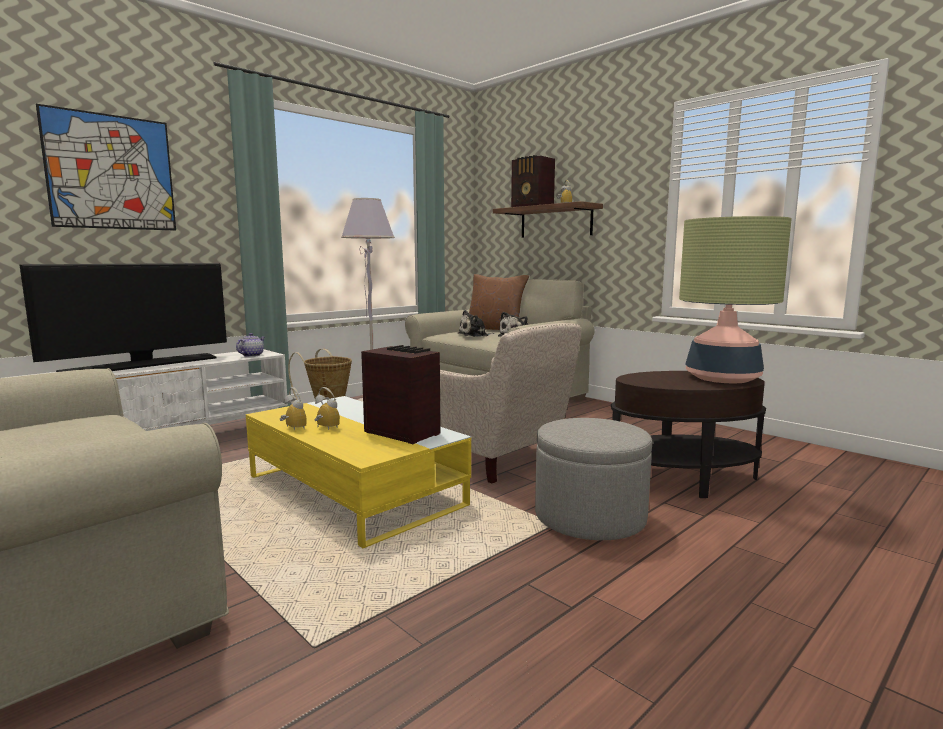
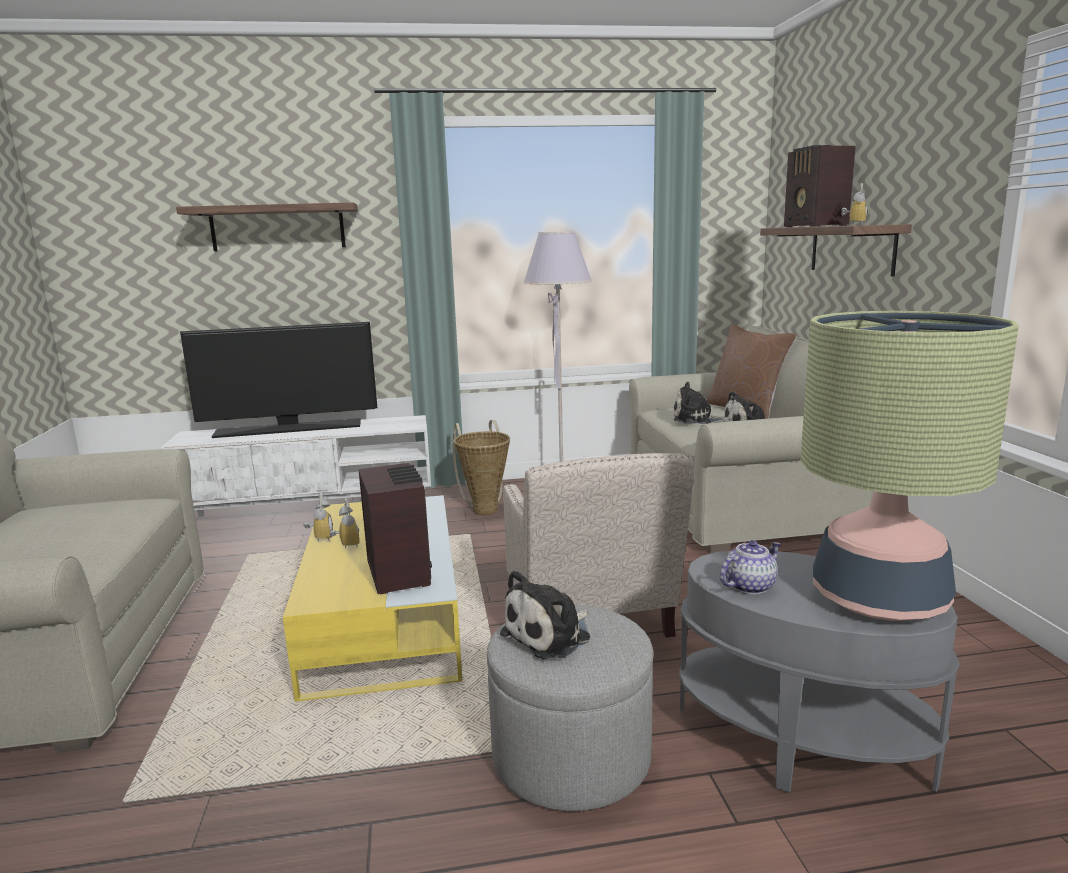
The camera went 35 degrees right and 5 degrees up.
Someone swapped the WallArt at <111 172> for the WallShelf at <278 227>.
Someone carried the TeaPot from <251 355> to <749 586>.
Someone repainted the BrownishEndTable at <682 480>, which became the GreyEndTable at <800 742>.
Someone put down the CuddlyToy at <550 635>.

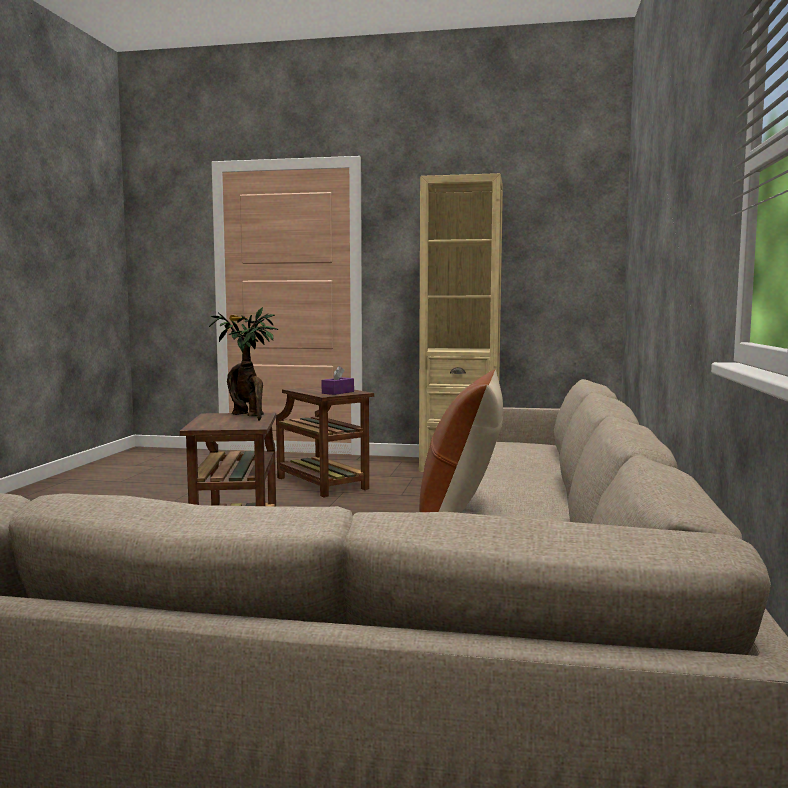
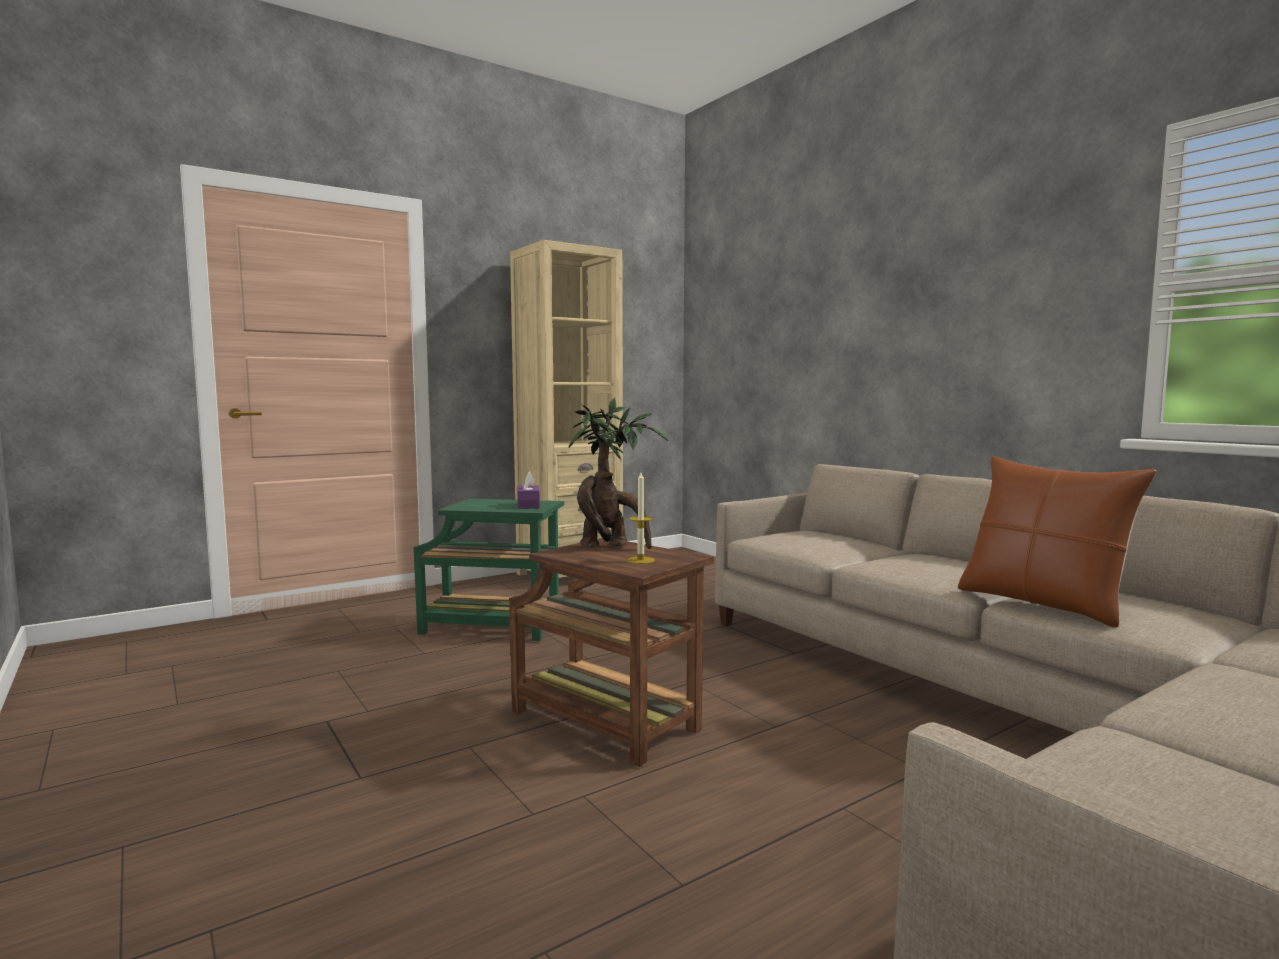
The camera went 45 degrees left and 0 degrees up.
Someone repainted the BrownishEndTable at <323 485>, which became the GreenColouredEndTable at <494 627>.
Someone put down the Candle at <640 560>.

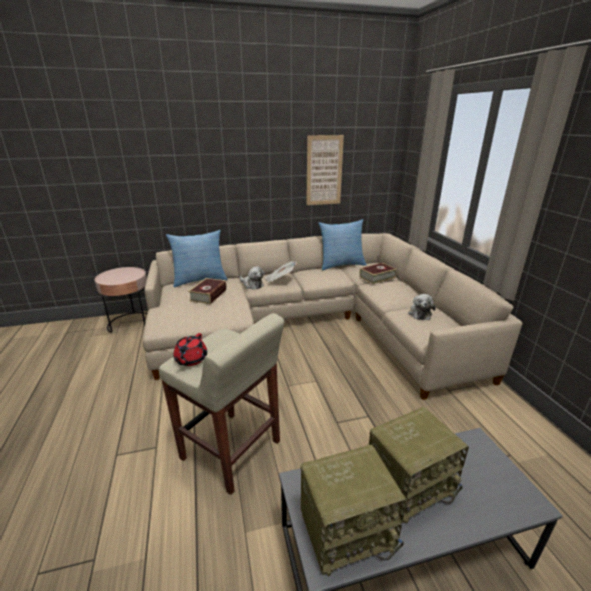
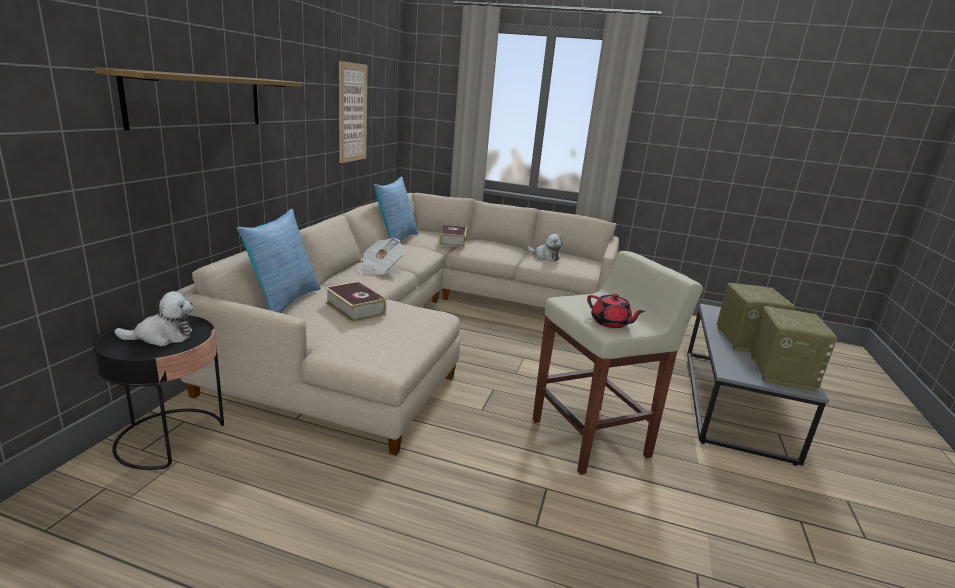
The camera went 60 degrees left and 5 degrees down.
Someone repainted the PinkishEndTable at <131 323>, which became the BlackColouredEndTable at <171 437>.
Someone carried the CuddlyToy from <252 285> to <162 337>.
Someone put up the WallShelf at <198 100>.

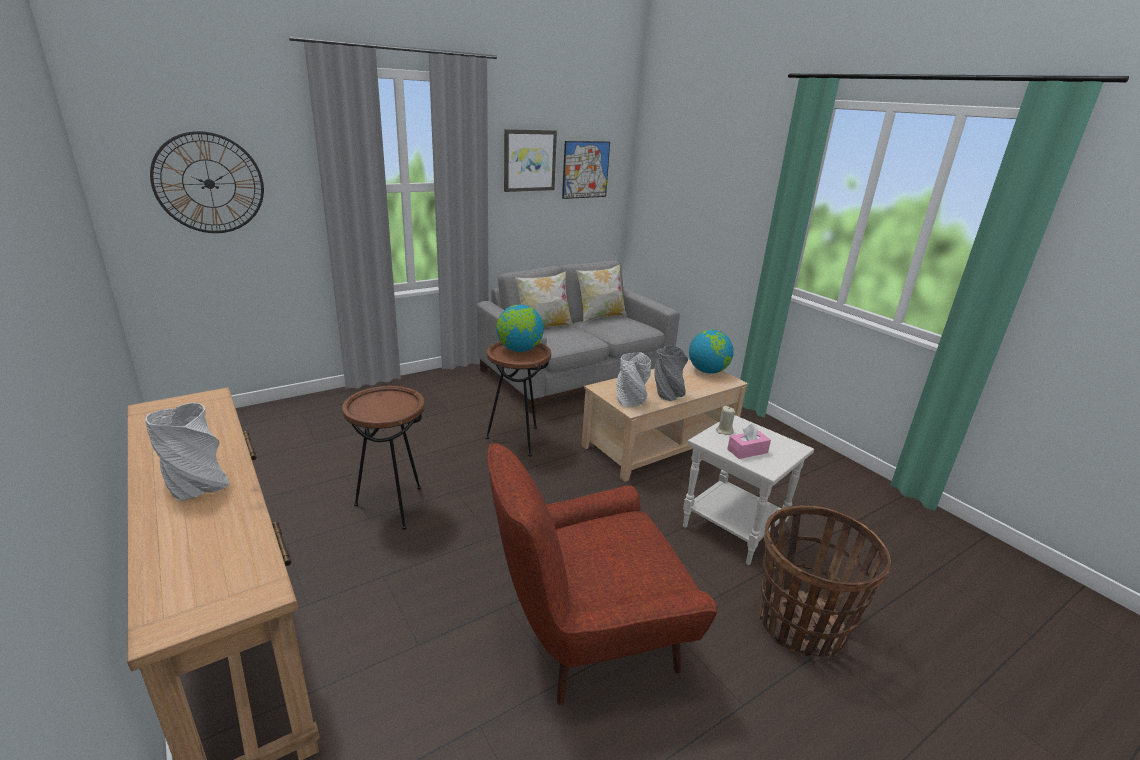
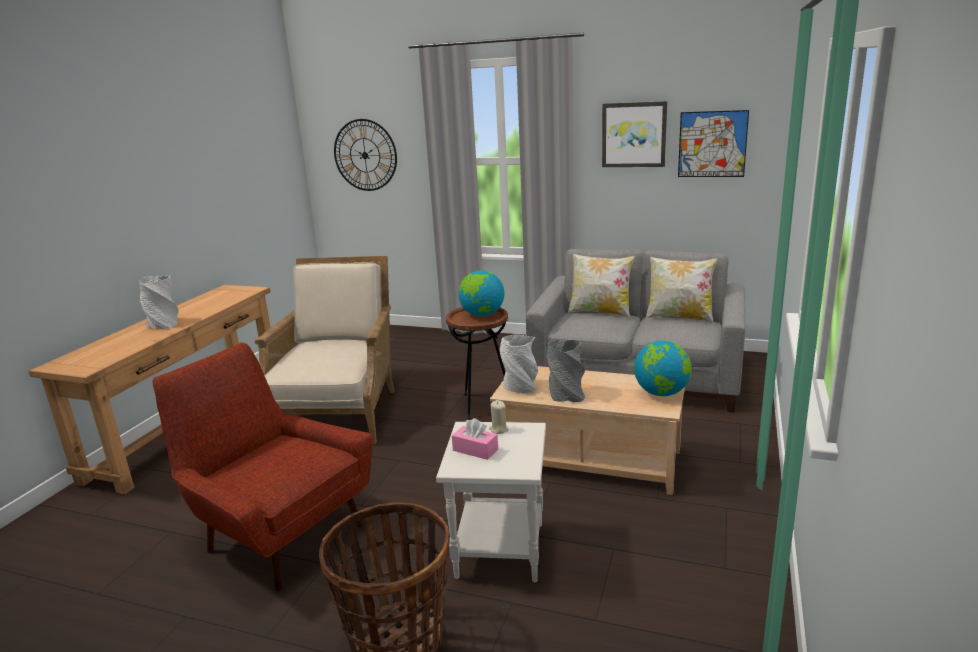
The camera went 55 degrees right and 5 degrees down.
Someone swapped the BrownishEndTable at <393 506> for the BeigeColouredLoungeChair at <339 409>.

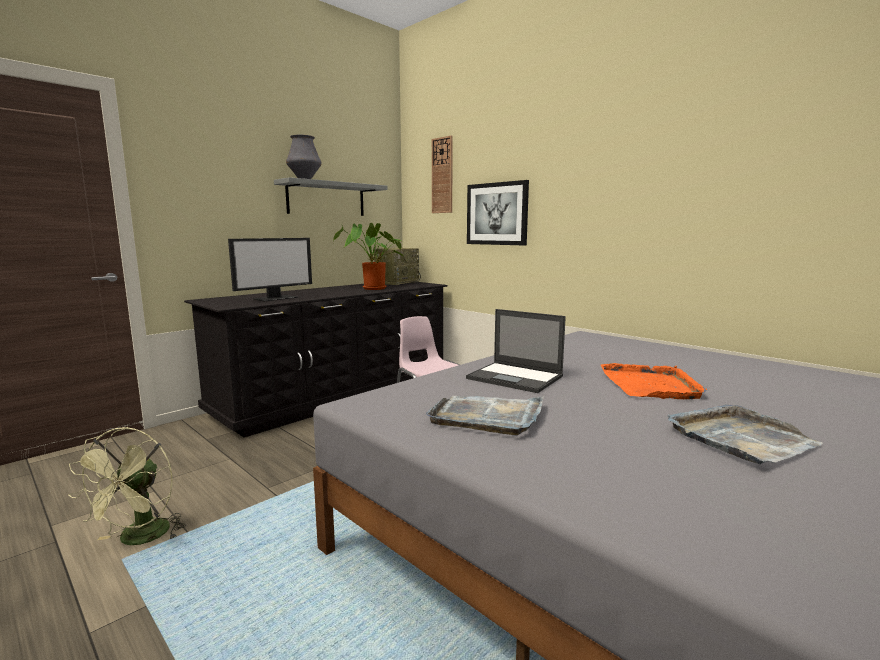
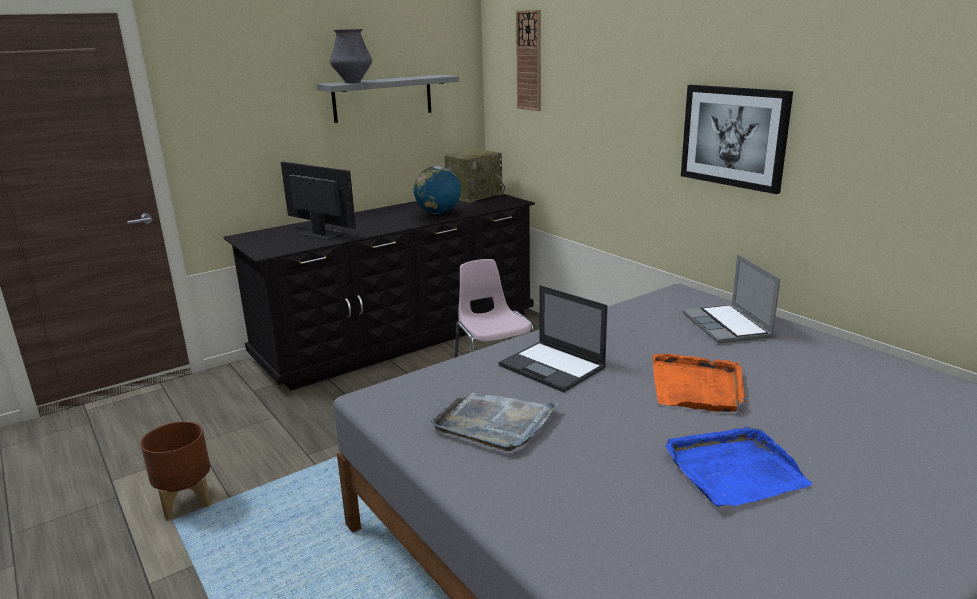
The camera went 10 degrees right and 10 degrees up.
Someone swapped the GreenColouredFan at <139 539> for the BrownishPlanter at <187 501>.
Someone rotated the Monitor at <275 298> by 105 degrees counterclockwise.
Someone swapped the PottedPlant at <372 289> for the Globe at <438 213>.
Someone carried the WallArt from <497 214> to <734 136>.
Someone repainted the GreyServingTray at <740 438>, which became the BlueServingTray at <733 470>.
Someone put down the PortableComputer at <728 326>.

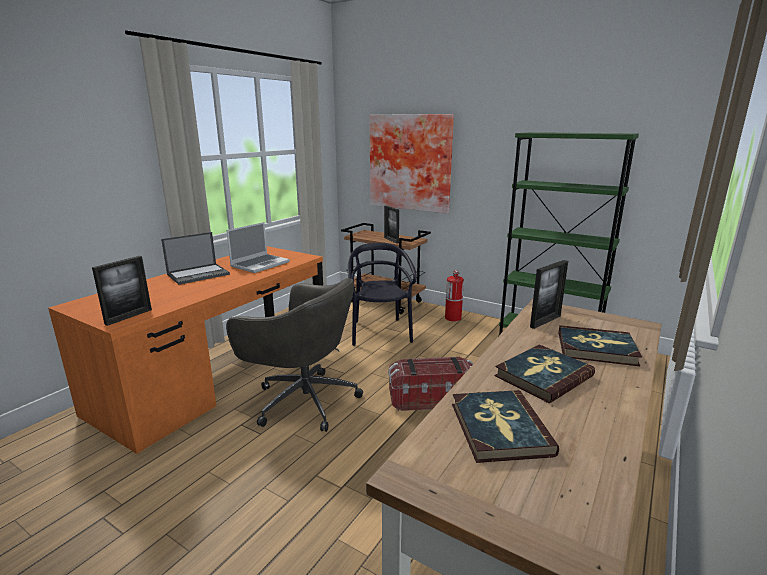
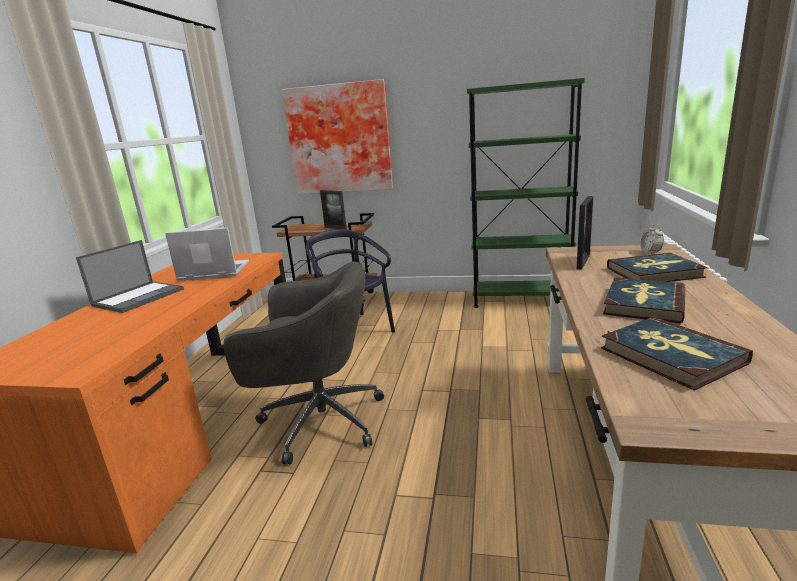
The camera went 20 degrees left and 0 degrees up.
Someone took away the PhotoFrame at <129 317>.
Someone rotated the PortableComputer at <260 264> by 105 degrees counterclockwise.
Someone took away the StorageBox at <432 398>.
Someone took away the FireExtinguisher at <453 318>.
Someone put down the TableClock at <650 252>.

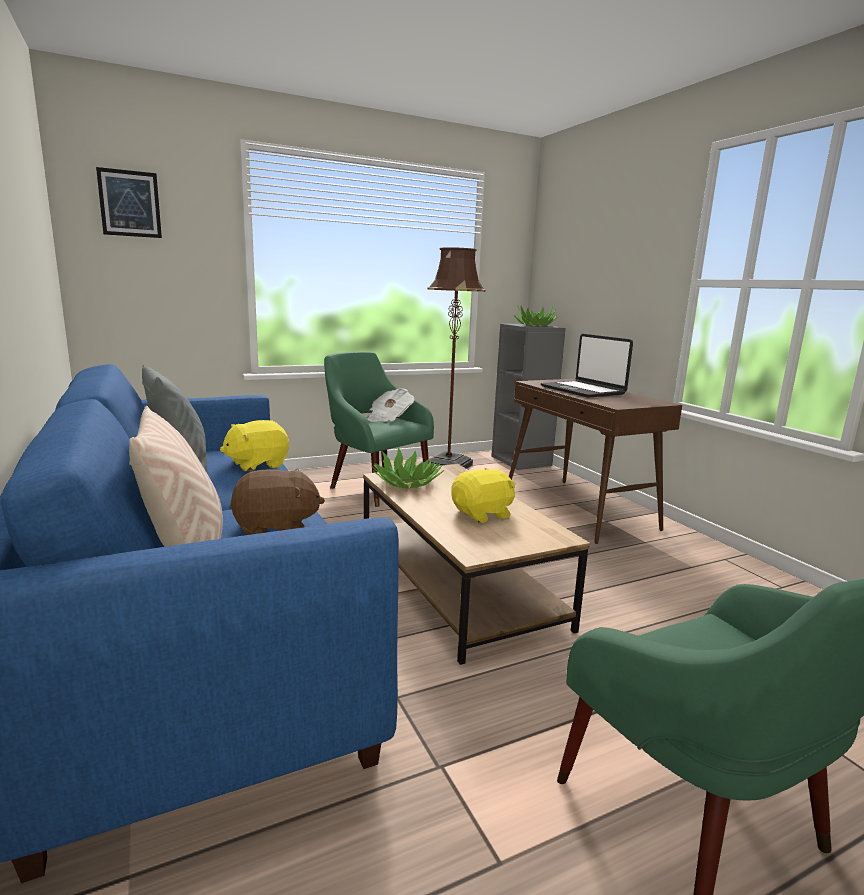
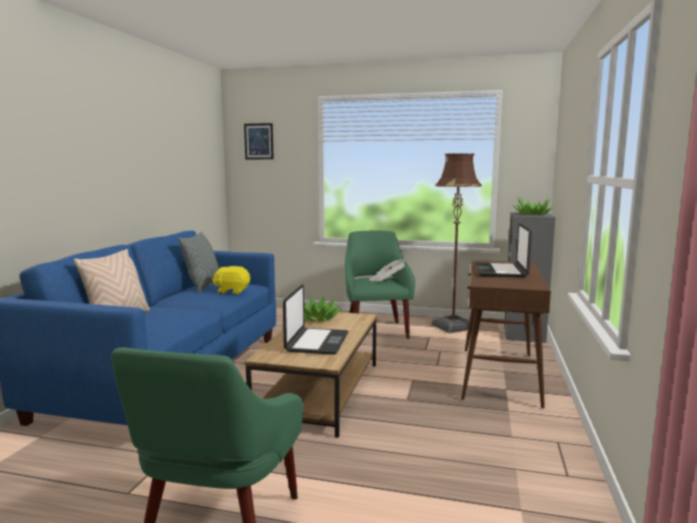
The camera went 40 degrees right and 5 degrees down.
Someone took away the BrownishCuddlyToy at <276 529>.
Someone swapped the YellowColouredCuddlyToy at <483 514> for the PortableComputer at <316 342>.

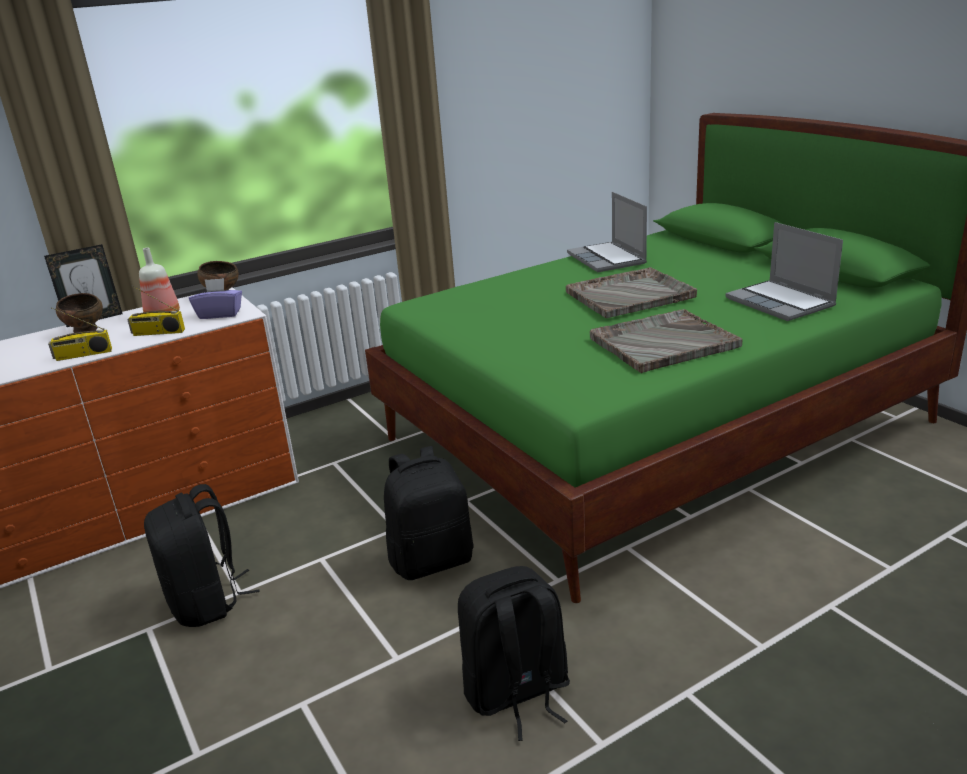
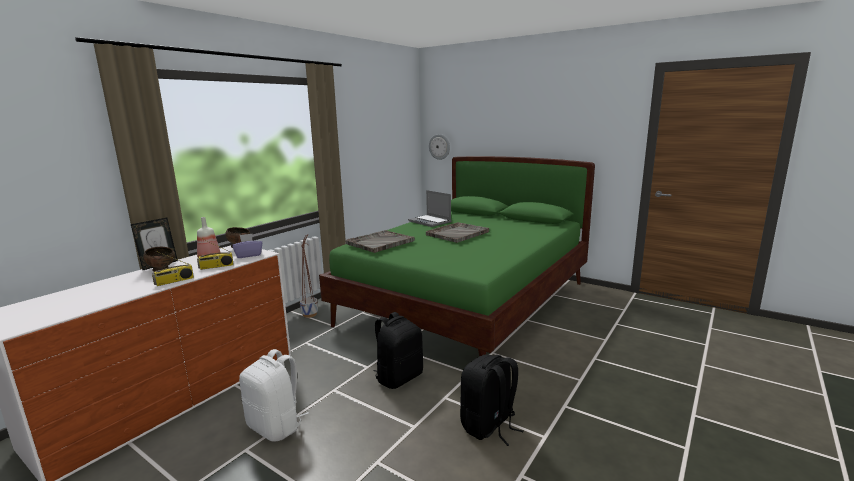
The camera went 25 degrees left and 10 degrees down.
Someone repainted the BlackColouredRucksack at <207 602>, which became the WhiteRucksack at <276 426>.
Someone carried the GreyServingTray from <662 343> to <379 242>.
Someone took away the PortableComputer at <781 302>.
Someone put down the Planter at <309 314>.
Someone put up the WallClock at <439 146>.

